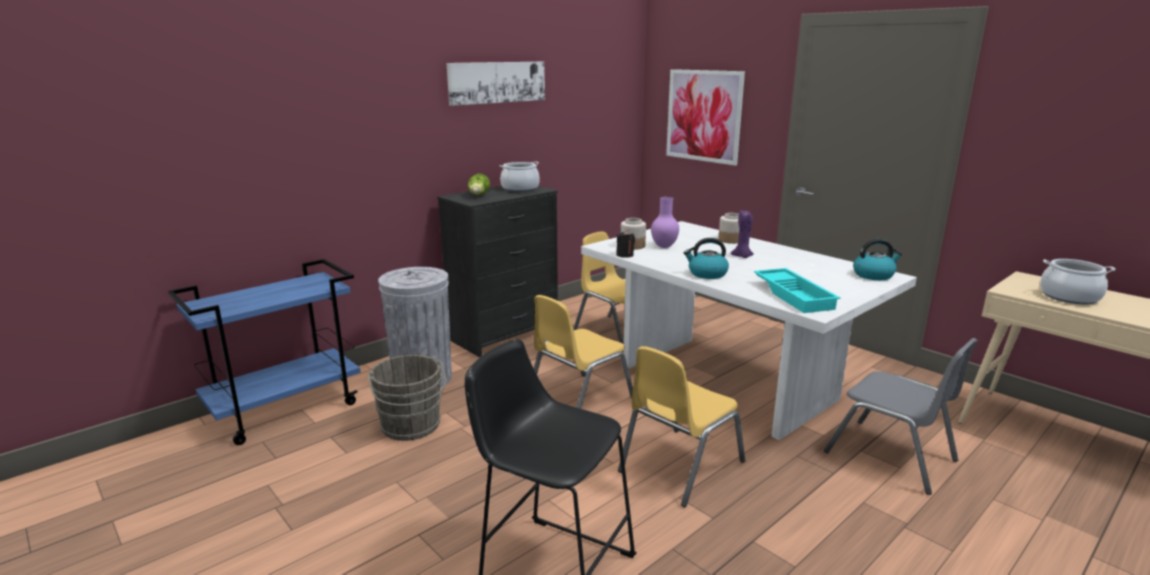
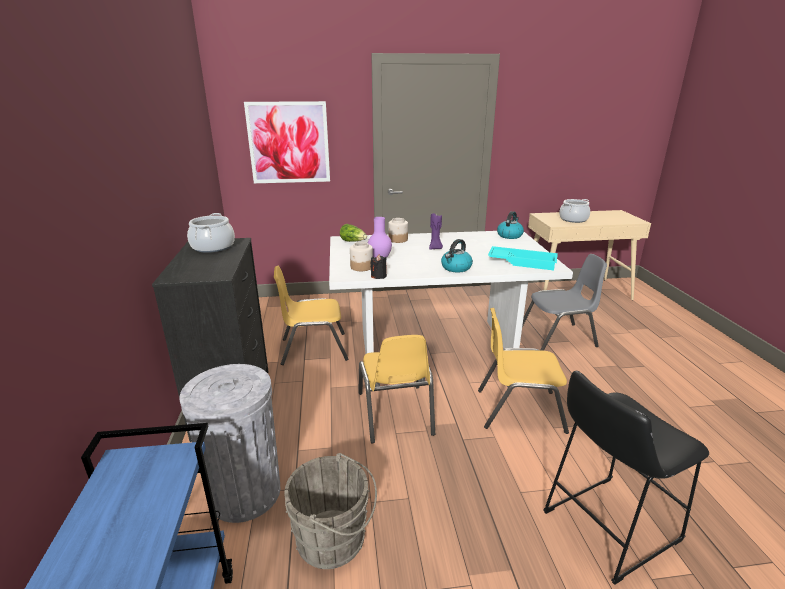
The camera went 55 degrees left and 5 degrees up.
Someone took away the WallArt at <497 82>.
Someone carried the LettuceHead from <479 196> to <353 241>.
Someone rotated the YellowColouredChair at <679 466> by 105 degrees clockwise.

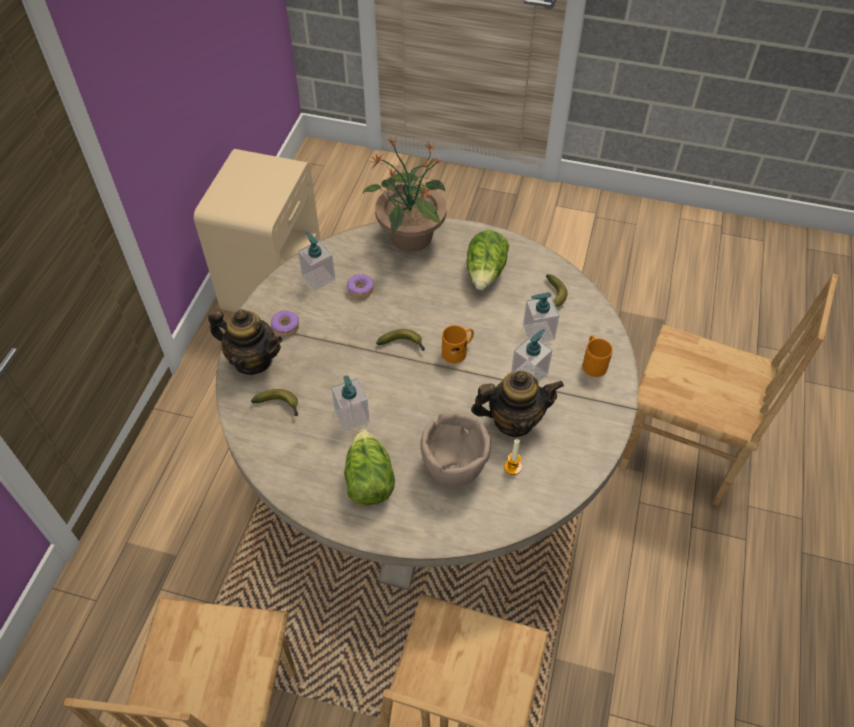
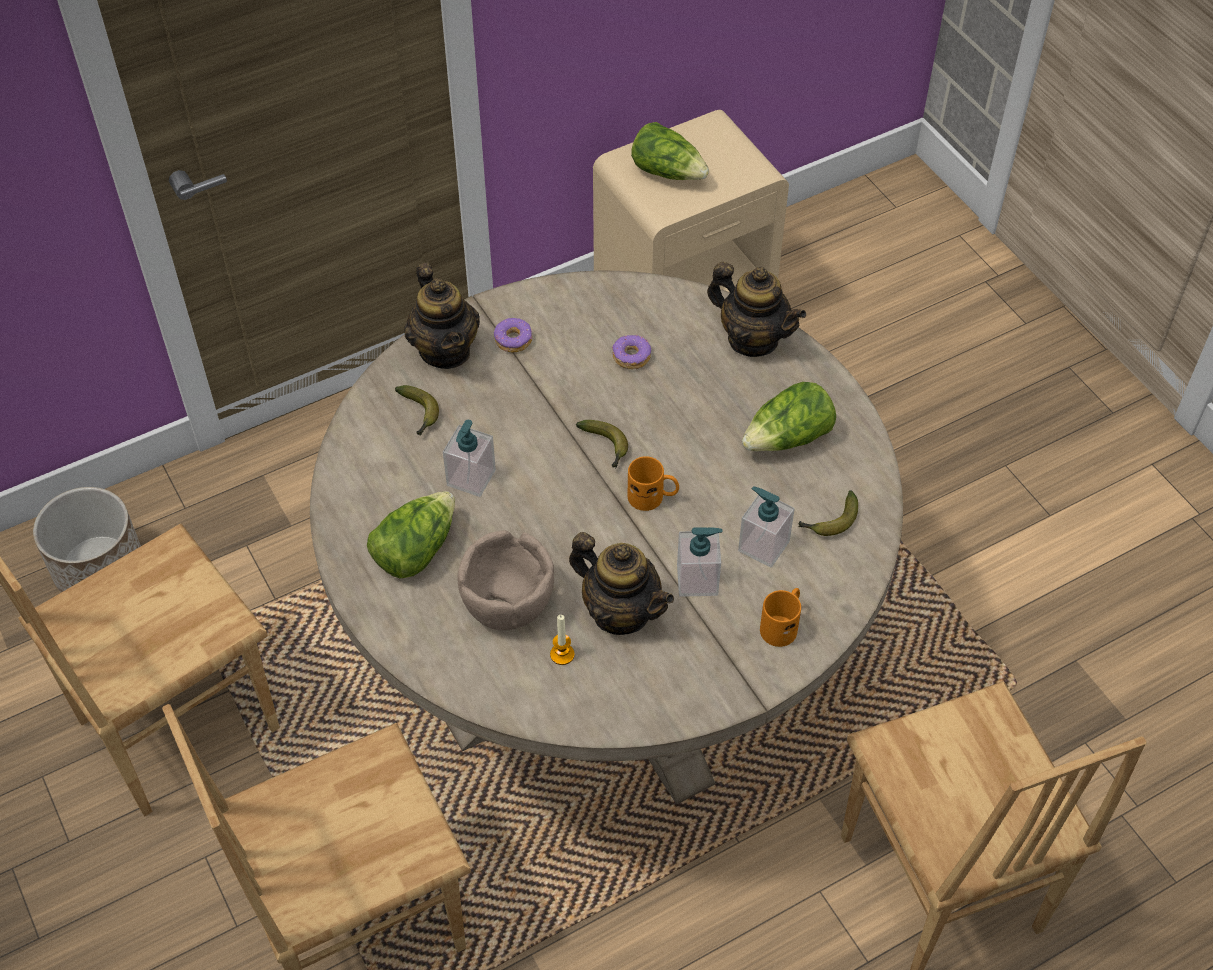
The camera went 45 degrees right and 0 degrees up.
Someone took away the SoapDispenser at <318 277>.
Someone swapped the PottedPlant at <410 238> for the TeaPot at <752 339>.
Someone put down the Planter at <99 567>.
Someone put down the LettuceHead at <668 172>.

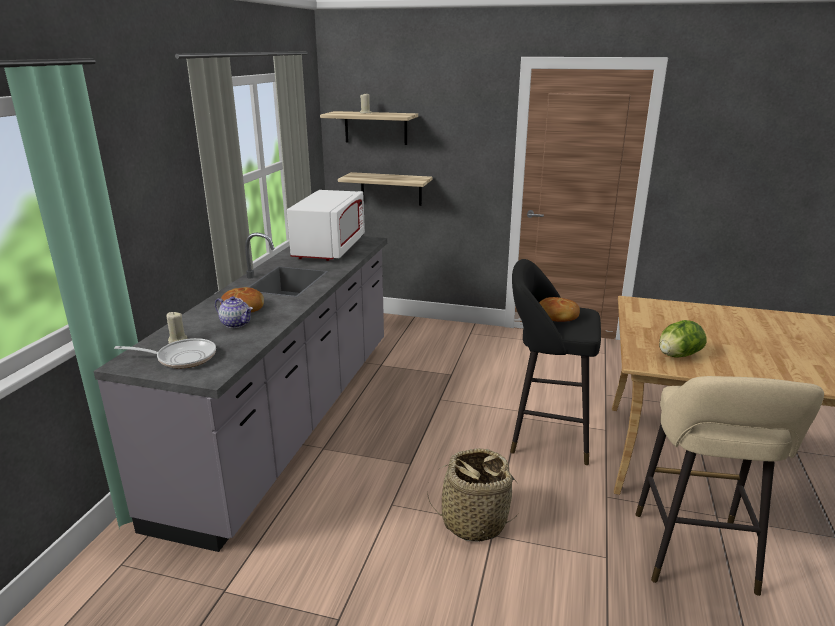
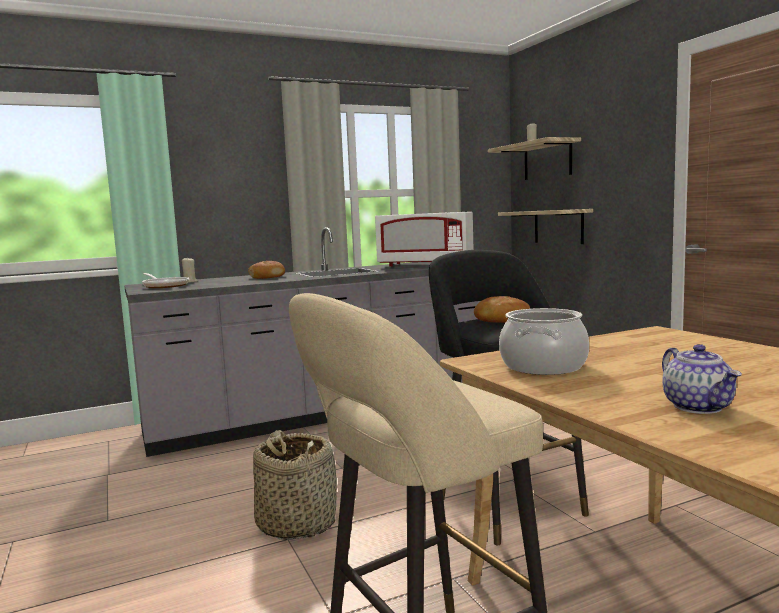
The camera went 50 degrees right and 15 degrees down.
Someone carried the TeaPot from <236 323> to <699 407>.
Someone rotated the WhiteMicrowaveOven at <330 249> by 45 degrees clockwise.
Someone swapped the LettuceHead at <678 355> for the CookingPot at <544 366>.

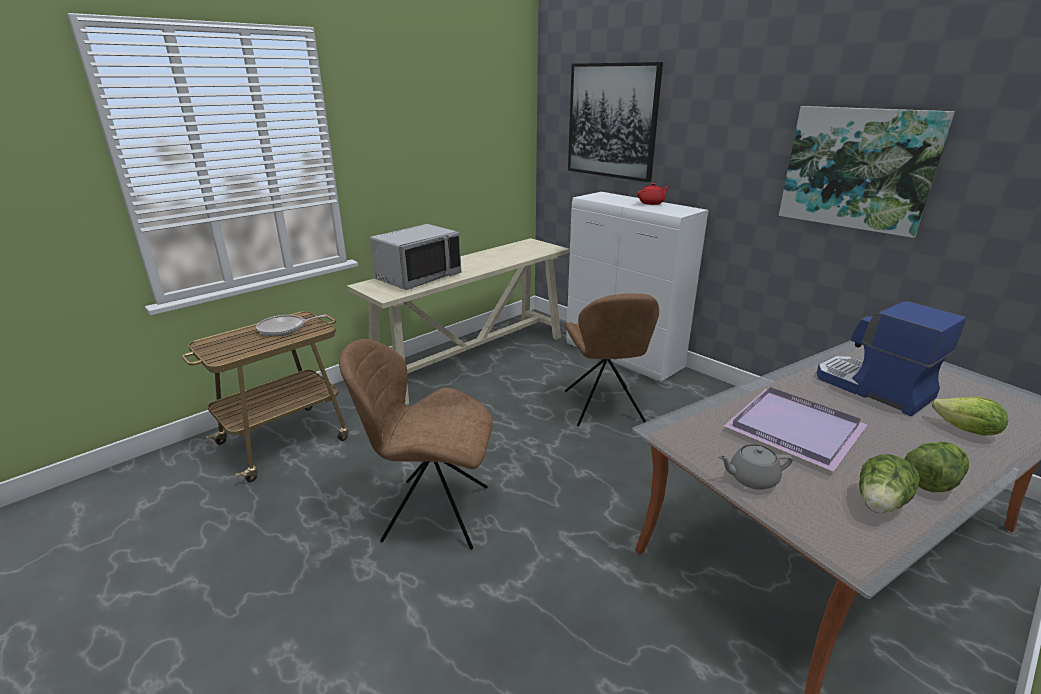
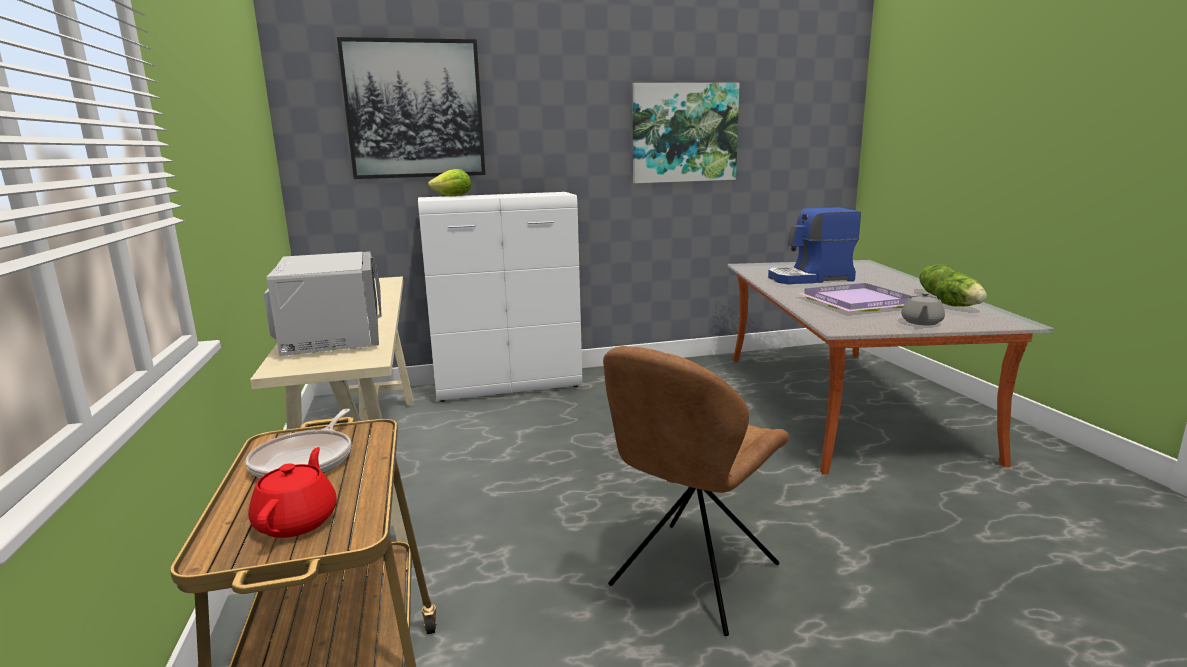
The camera went 60 degrees left and 10 degrees down.
Someone took away the BrownishChair at <604 408>.
Someone carried the ReddishTeaPot from <652 203> to <298 521>.
Someone carried the LettuceHead from <966 430> to <453 196>.

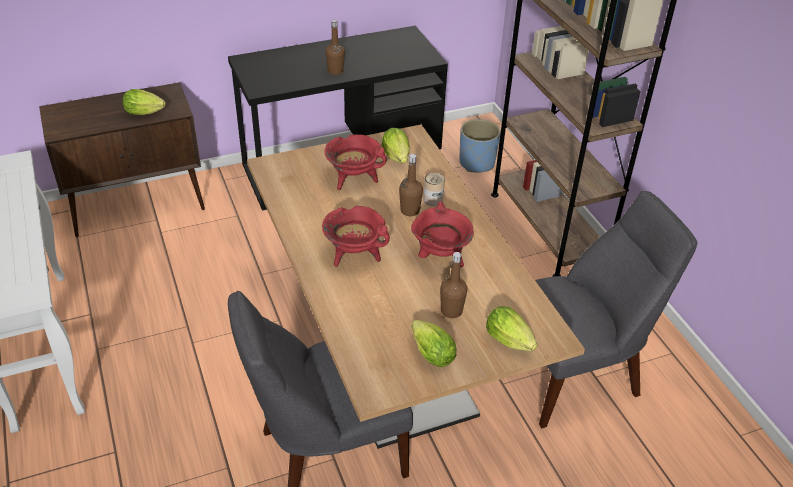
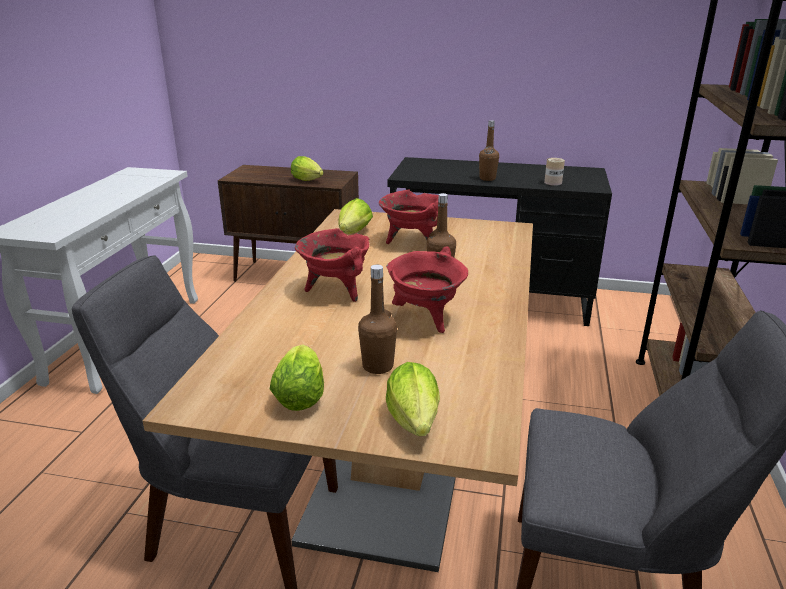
The camera went 35 degrees right and 15 degrees down.
Someone carried the LettuceHead from <397 159> to <353 234>.
Someone carried the MetalCan from <433 199> to <553 182>.
Someone took away the BluePlanter at <476 163>.

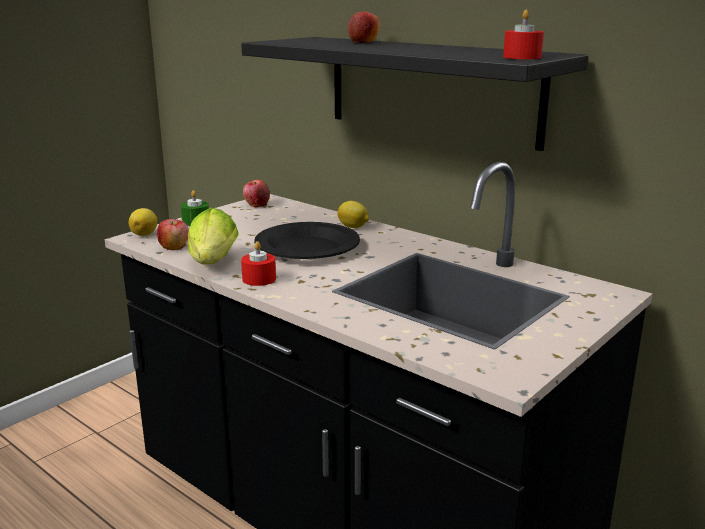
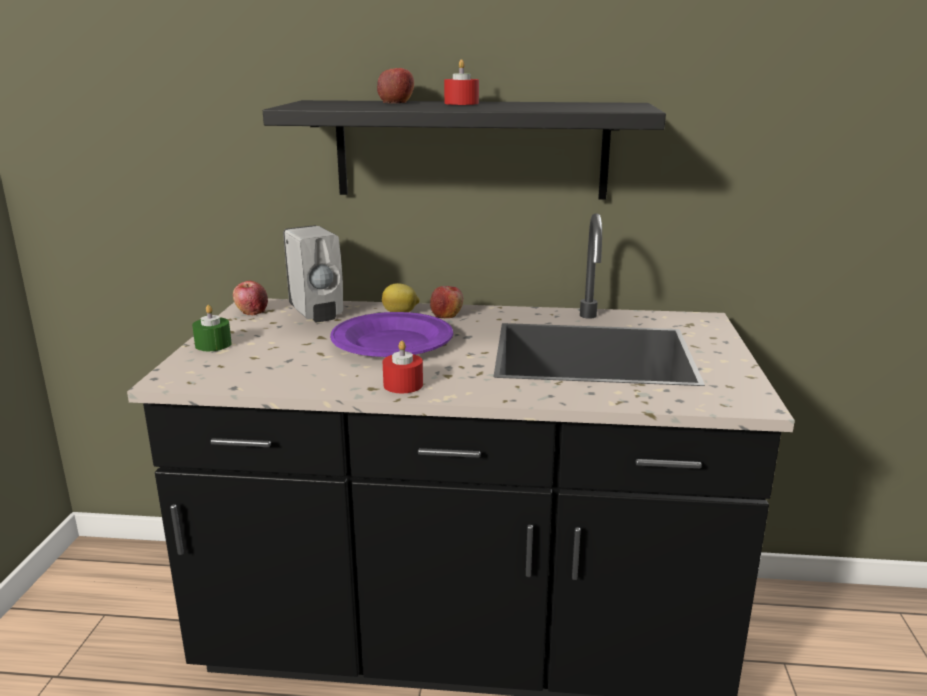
The camera went 35 degrees left and 0 degrees up.
Someone took away the WholeLemon at <145 234>.
Someone carried the Apple from <174 247> to <446 315>.
Someone took away the LettuceHead at <212 264>.
Someone repainted the BlackColouredDinnerPlate at <308 247>, which became the PurplishDinnerPlate at <393 342>.
Someone carried the ReddishCandle from <522 57> to <461 103>.
Someone put down the WhiteSoapDispenser at <317 314>.

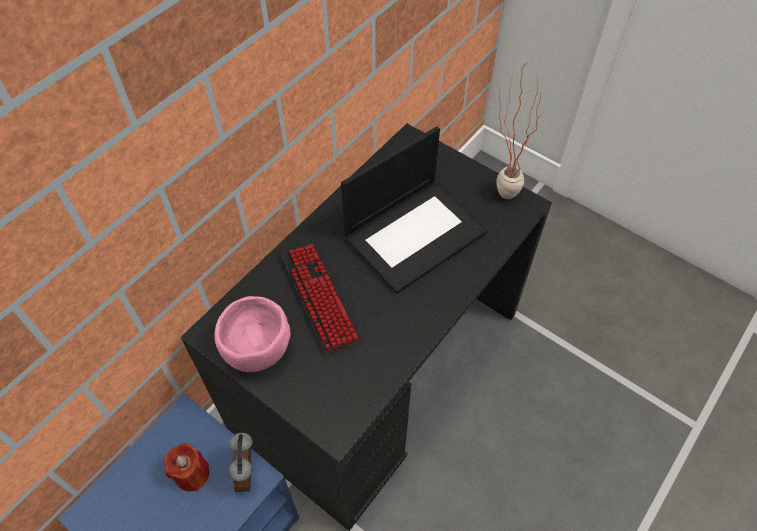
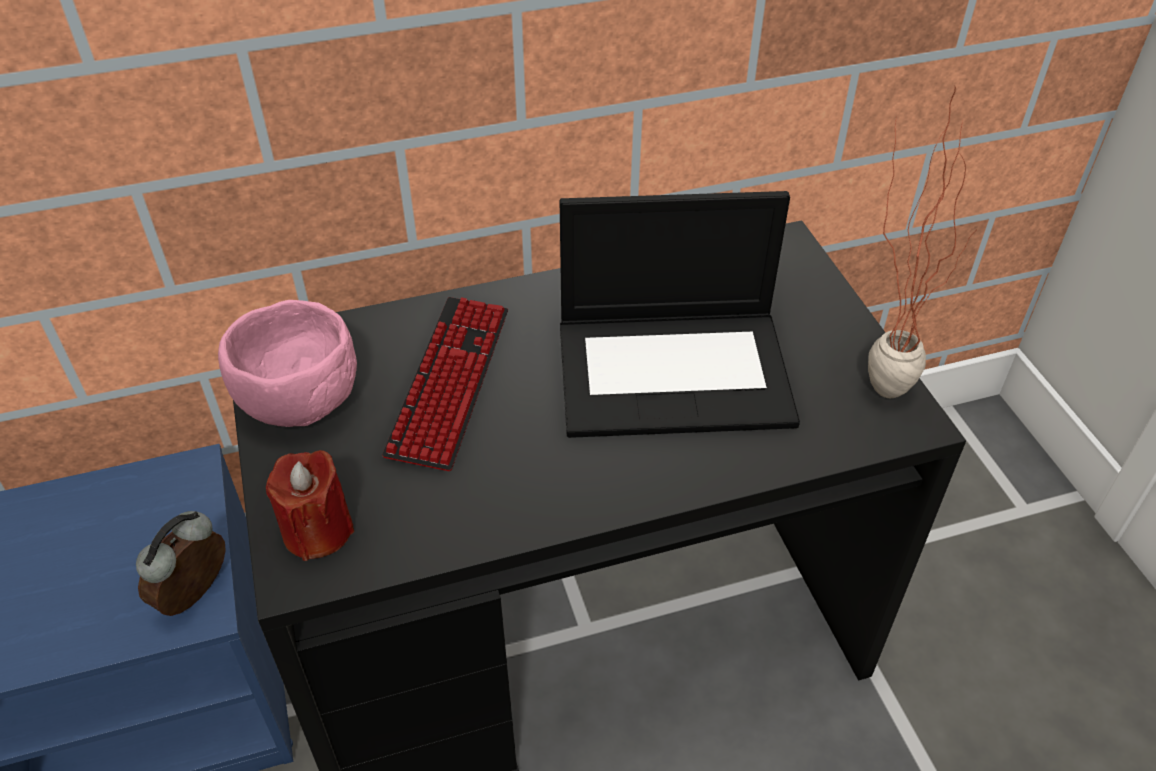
The camera went 35 degrees right and 10 degrees down.
Someone carried the ReddishCandle from <192 474> to <317 531>.

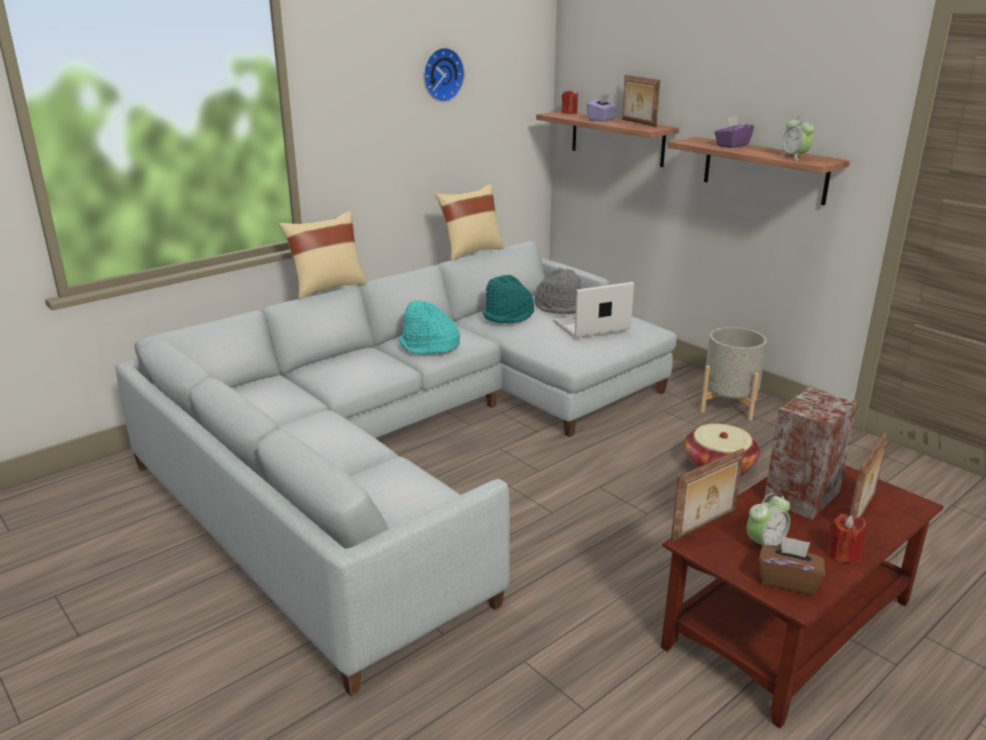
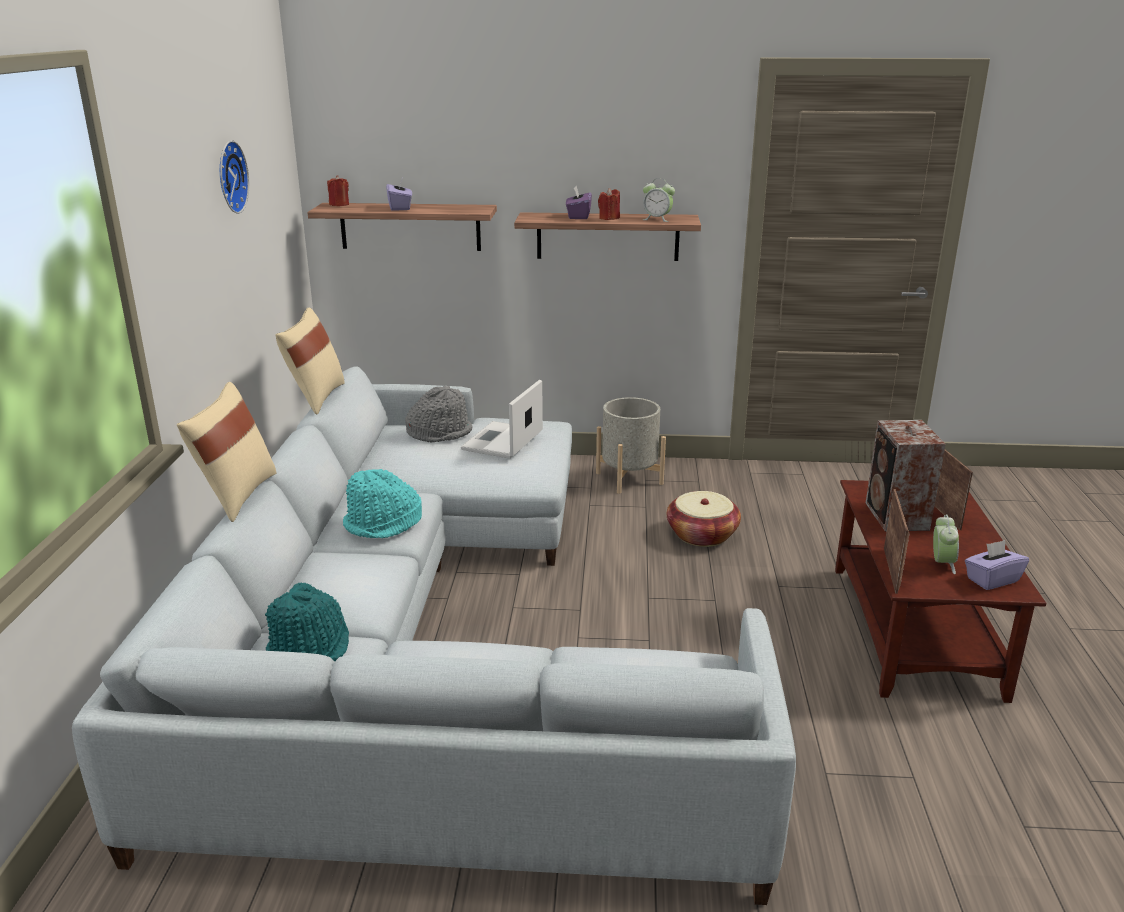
The camera went 45 degrees left and 0 degrees up.
Someone carried the TurquoiseHat from <508 316> to <310 648>.
Someone took away the PhotoFrame at <638 123>.
Someone repainted the BrownishTissueHolder at <788 581>, which became the PurplishTissueHolder at <992 580>.
Someone carried the ReddishCandle from <843 554> to <609 218>.

